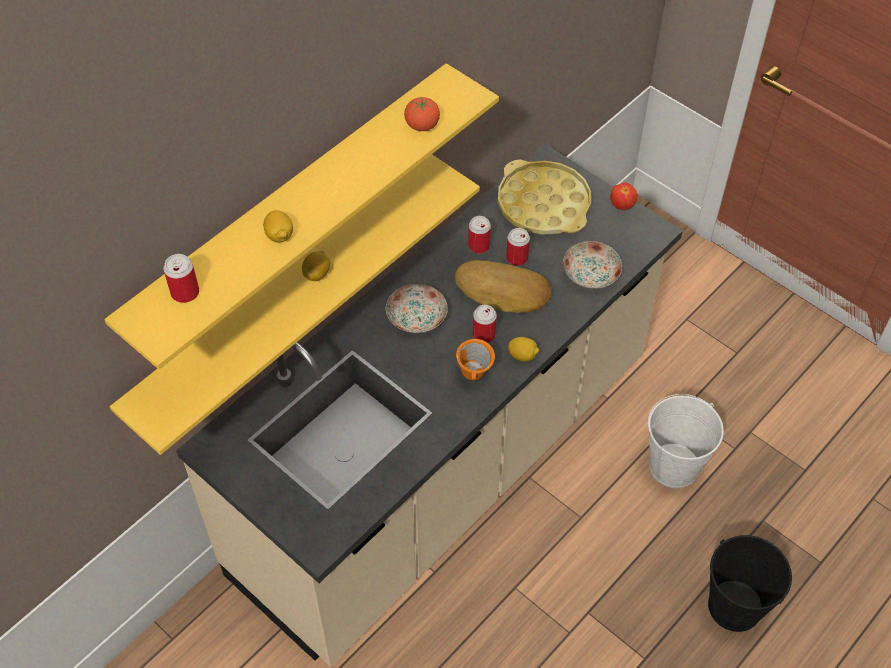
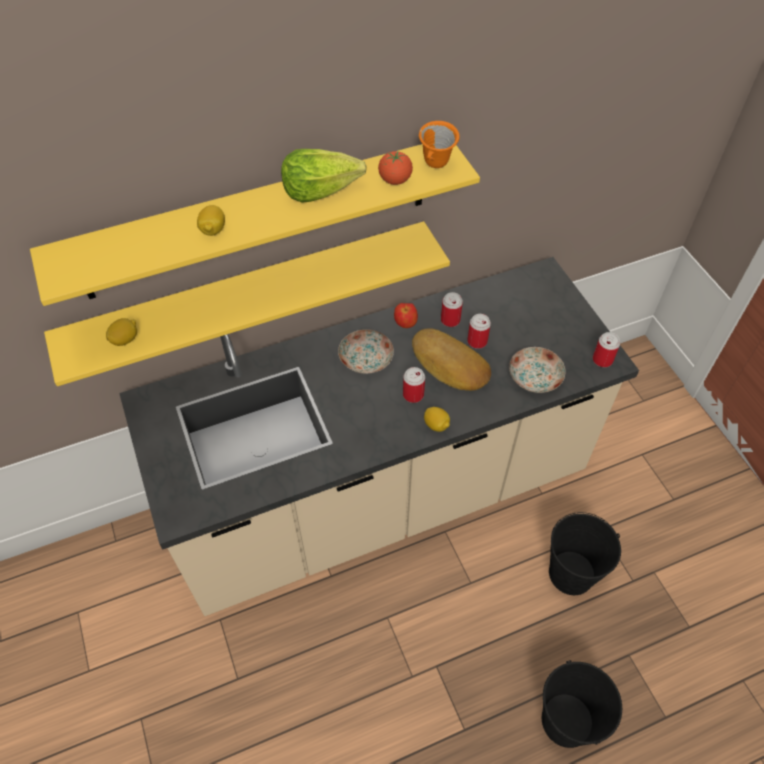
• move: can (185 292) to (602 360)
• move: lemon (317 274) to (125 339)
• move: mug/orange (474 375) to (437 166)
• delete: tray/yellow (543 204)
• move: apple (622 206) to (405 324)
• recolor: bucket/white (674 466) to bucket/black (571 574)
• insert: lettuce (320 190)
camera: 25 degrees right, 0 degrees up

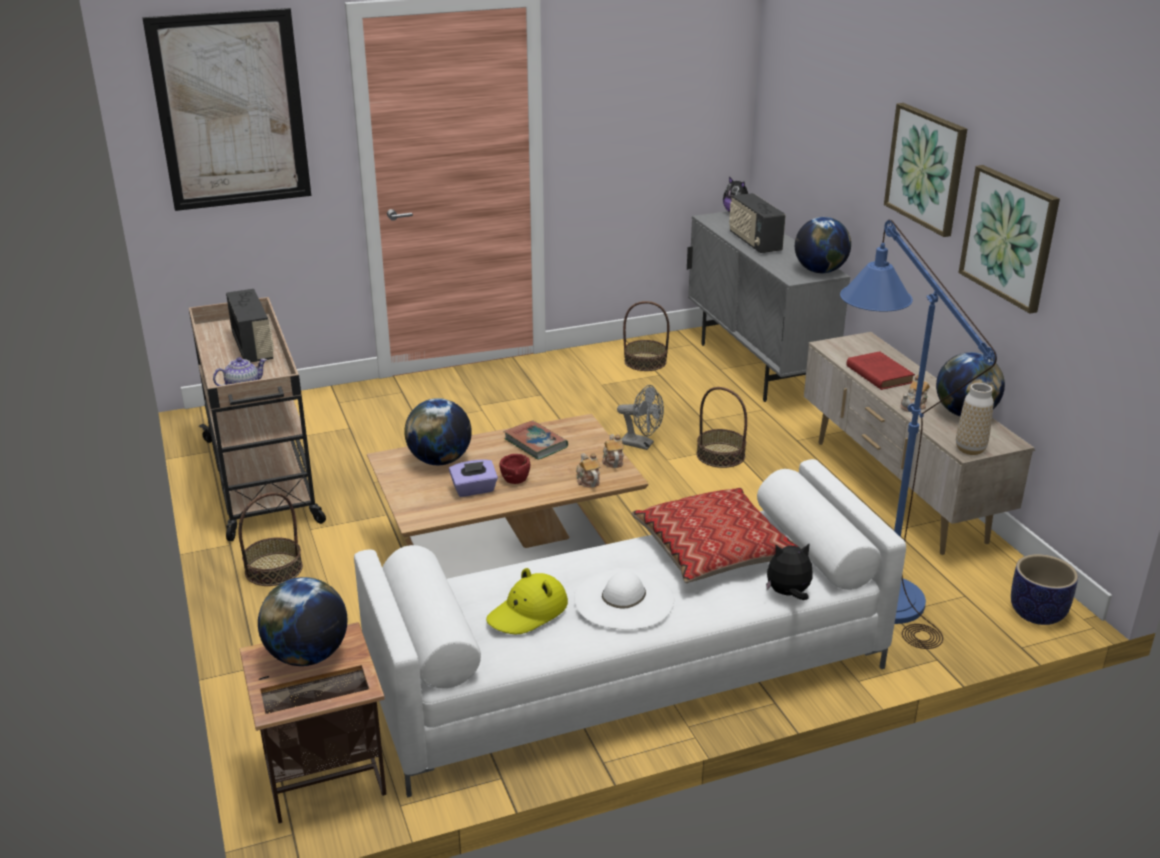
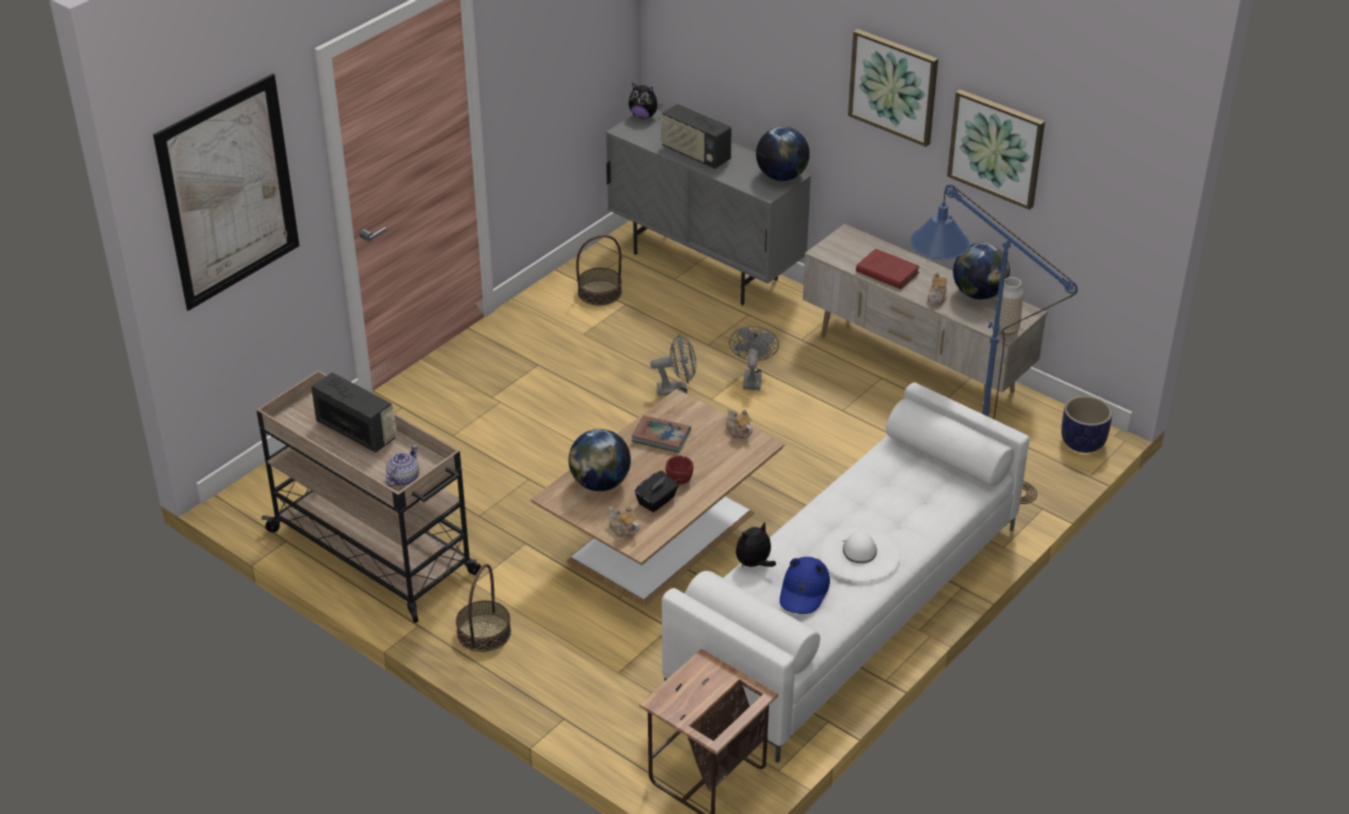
• delete: globe (307 656)
• recolor: tissue box/purple (474 490) to tissue box/black (657 501)
• recolor: hat/yellow (528 612) to hat/blue (804 591)
• move: teapot (587 480) to (623 530)
• delete: pillow (713 549)
• replace: basket (720 455) to fan/grey (752 378)
• move: plush toy (788 594) to (754 564)
camera: 30 degrees left, 10 degrees up

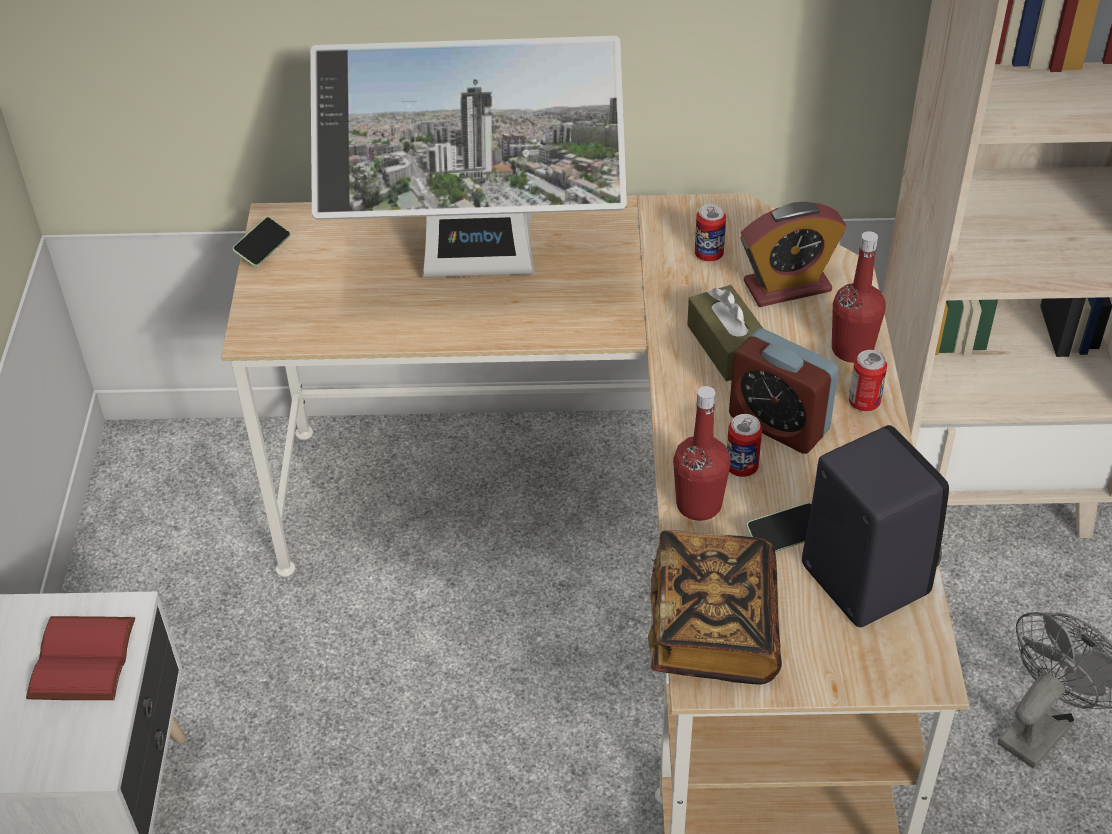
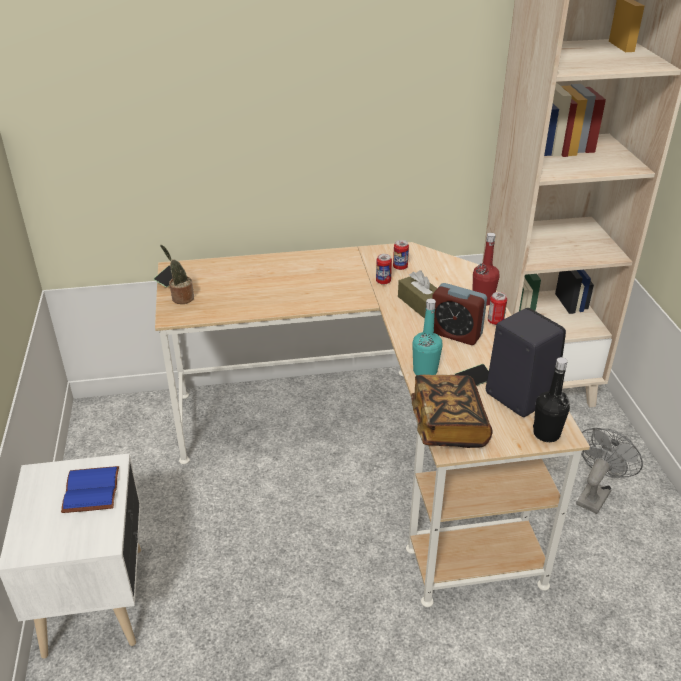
• recolor: book/red (80 658) to book/blue (89 490)
• delete: monitor (478 272)
• recolor: bottle/red (698 504) to bottle/turquoise (425 371)
• move: can (741 467) to (383 281)
• delete: alarm clock (787 286)
• insert: potted plant (181 298)
• insert: bottle/black (546 434)
camera: 10 degrees left, 10 degrees down

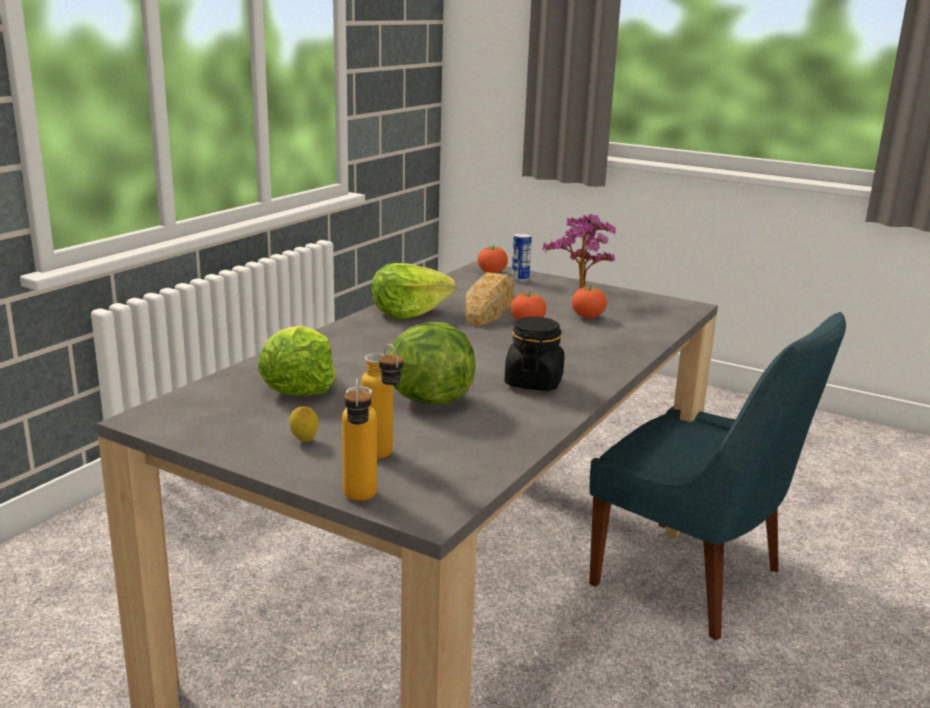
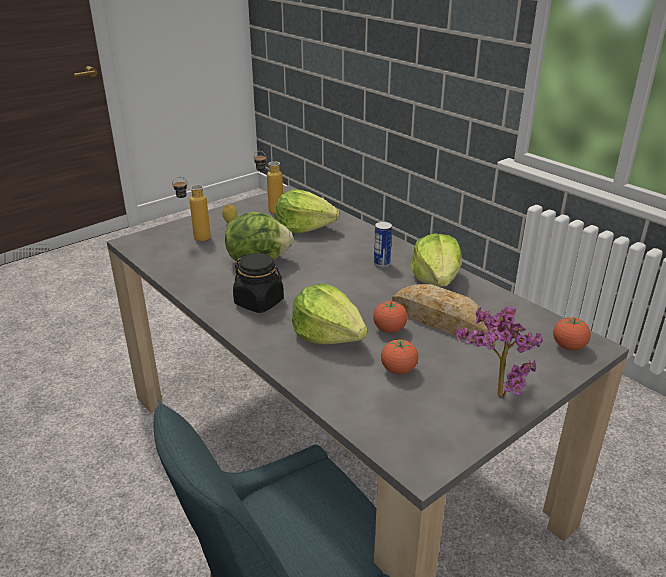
• move: bottle (359 501) to (270 211)
• move: can (520 280) to (381 264)
• insert: lettuce (328 335)
camera: 110 degrees right, 10 degrees up

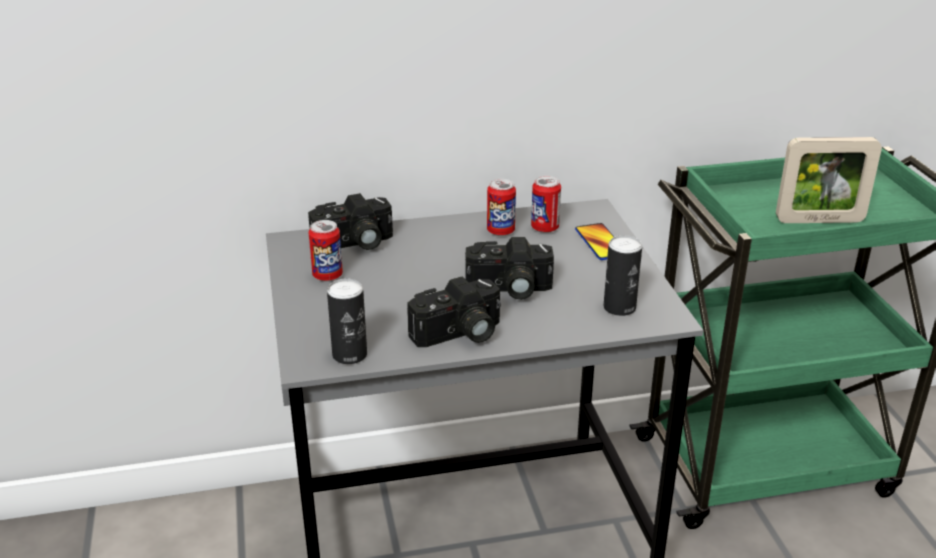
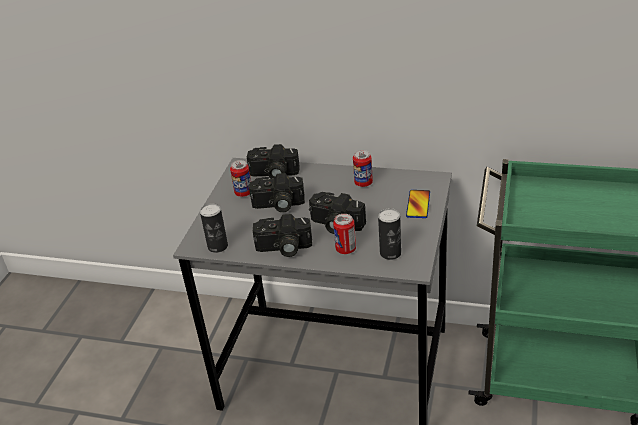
• move: can (545 228) to (346 249)
• delete: picture frame (819 220)
• insert: photo camera (278 205)
camera: 30 degrees right, 5 degrees up

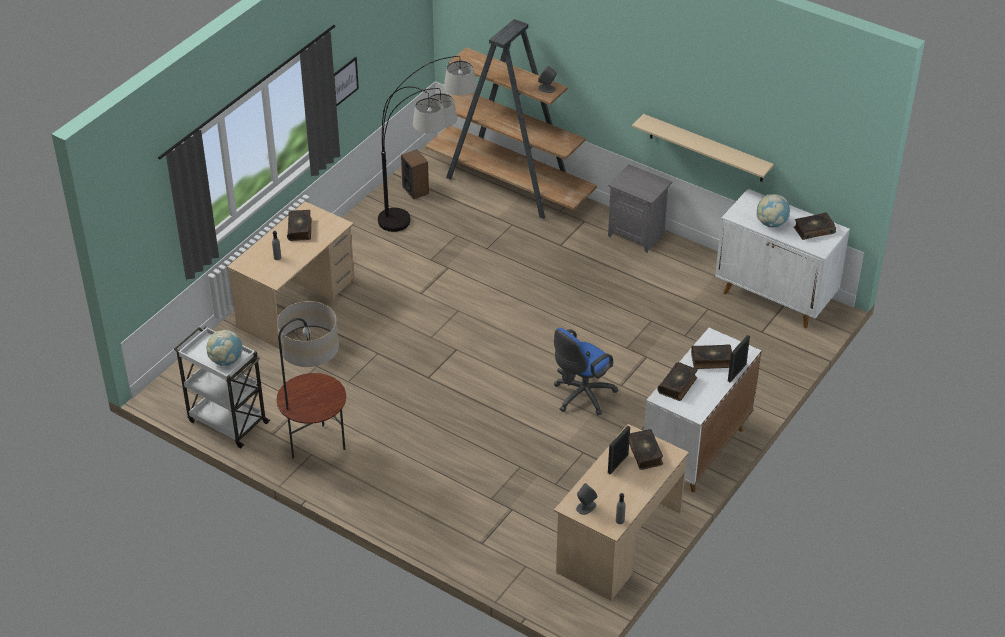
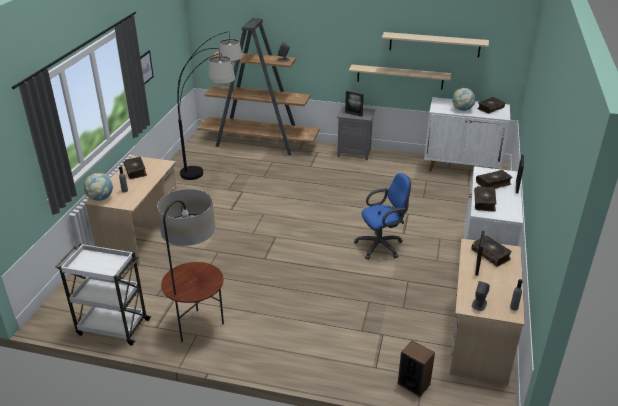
• move: globe (226 360) to (100 198)
• move: speaker (415 190) to (413 384)
• rotate: office chair/blue (581 396) = (382 246) 135 degrees counterclockwise
• insert: picture frame (353 114)
• insert: shelf/beige (434 44)
camera: 20 degrees left, 10 degrees down

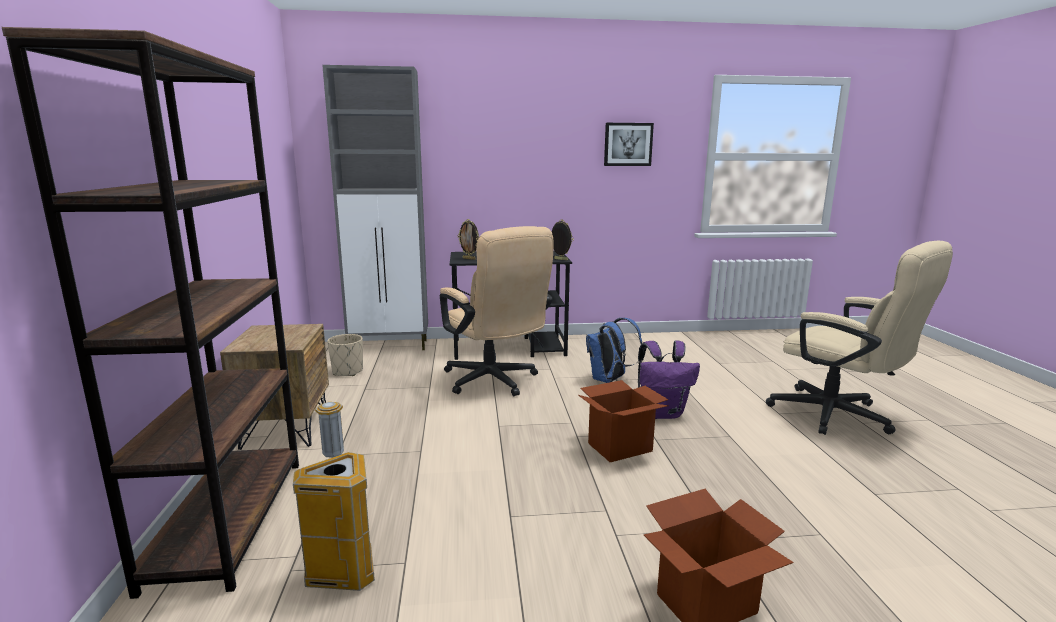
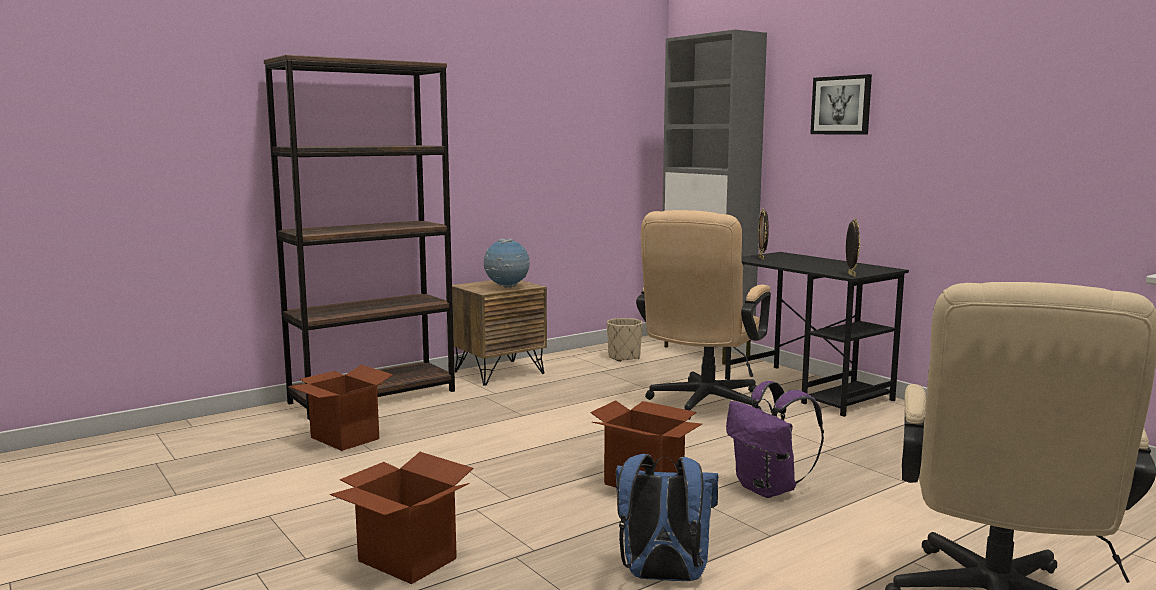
• replace: trash can (342 574) to cardboard box (344 438)
• move: backpack/blue (609 380) to (662 577)
• move: picture (628 144) to (841 105)
• insert: globe (507 287)
camera: 60 degrees right, 5 degrees down

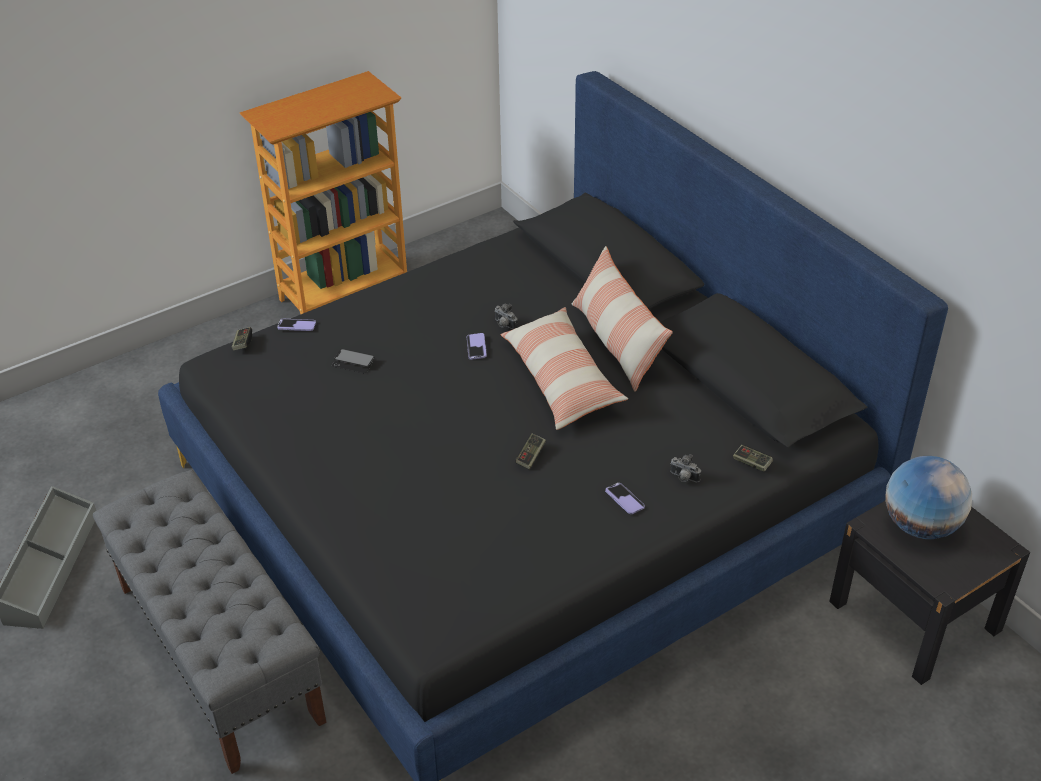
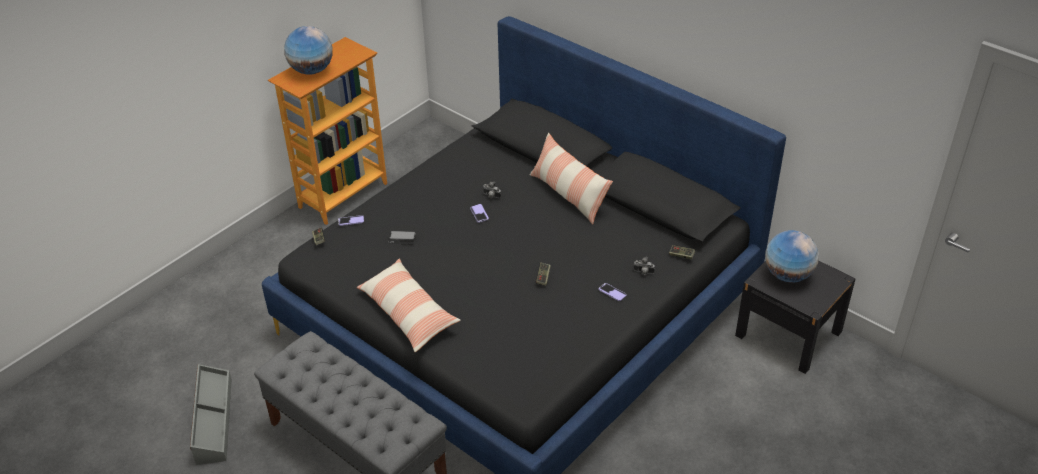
• move: pillow (561 380) to (408 313)
• insert: globe (311 70)
camera: 15 degrees left, 0 degrees up

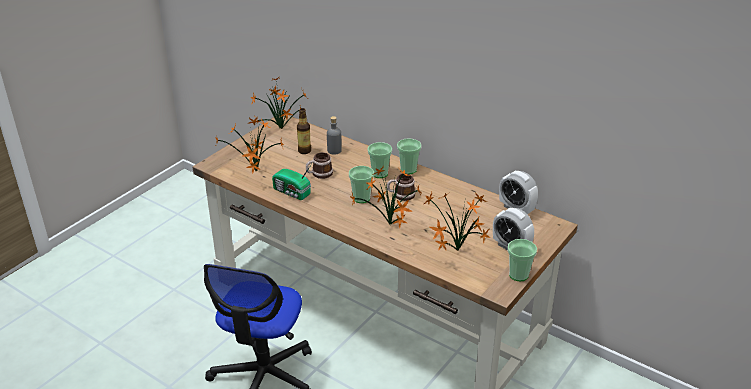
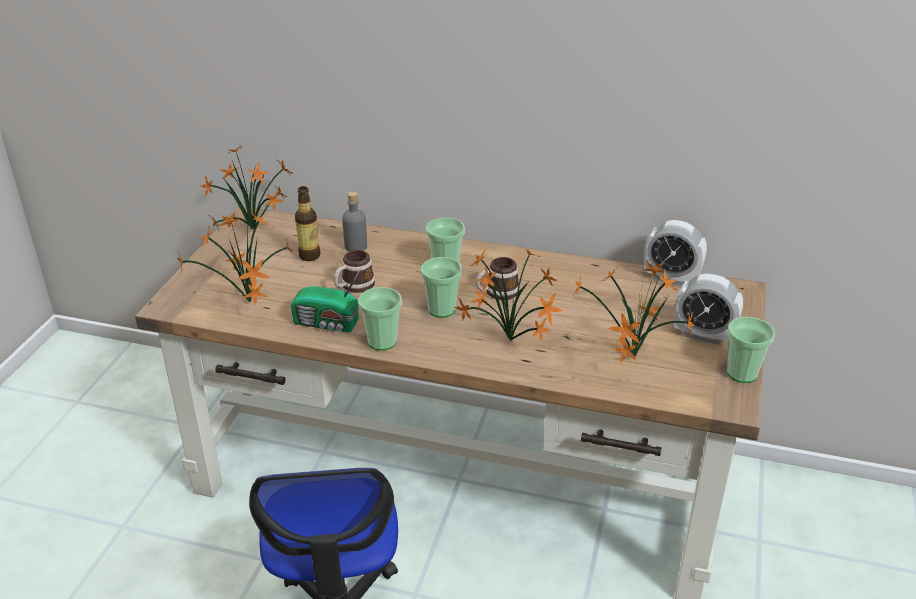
• move: cup (408 169) to (382 341)
camera: 20 degrees left, 0 degrees up

